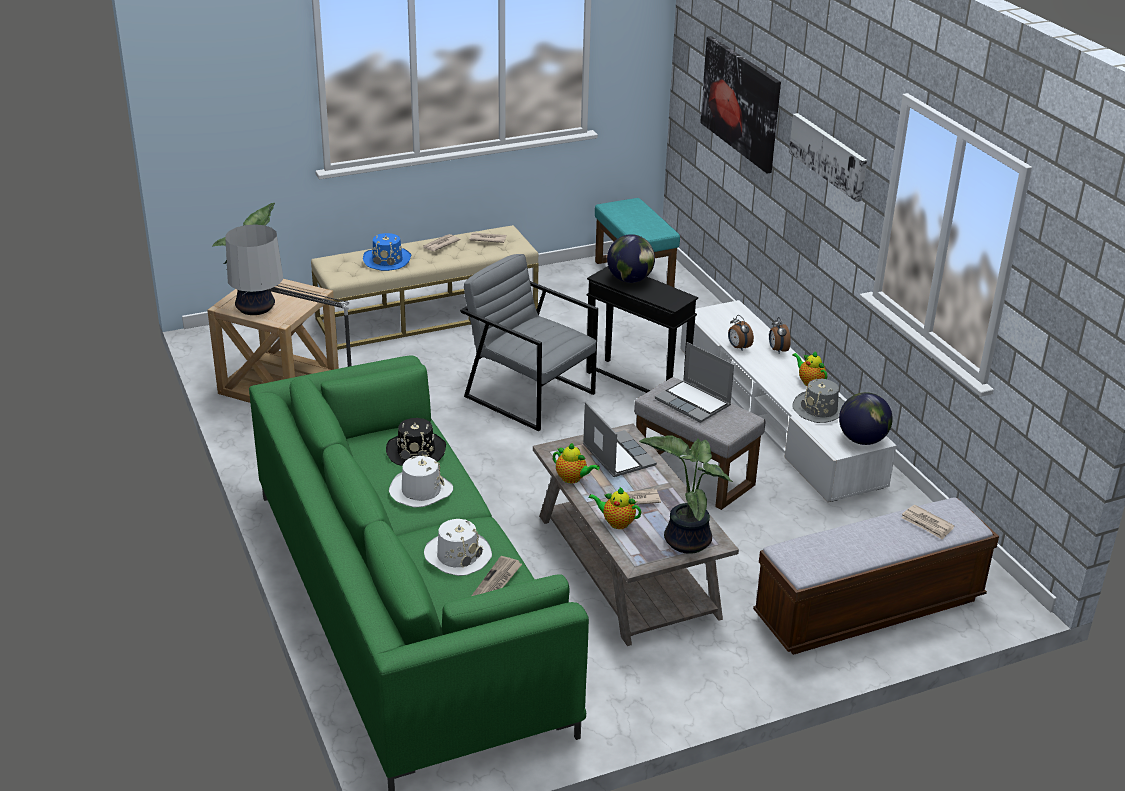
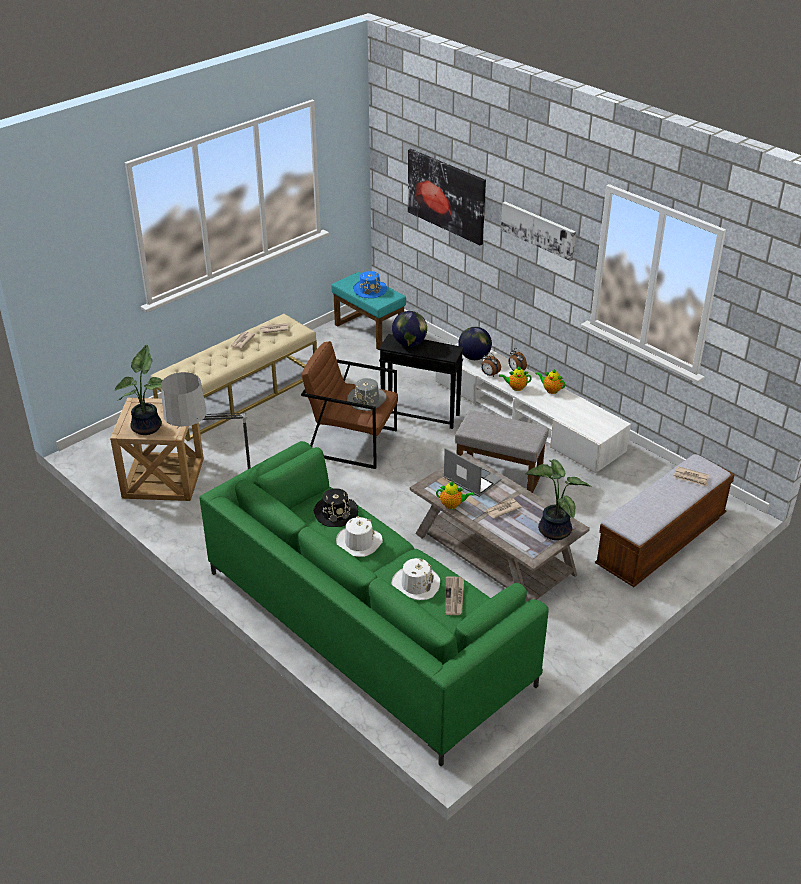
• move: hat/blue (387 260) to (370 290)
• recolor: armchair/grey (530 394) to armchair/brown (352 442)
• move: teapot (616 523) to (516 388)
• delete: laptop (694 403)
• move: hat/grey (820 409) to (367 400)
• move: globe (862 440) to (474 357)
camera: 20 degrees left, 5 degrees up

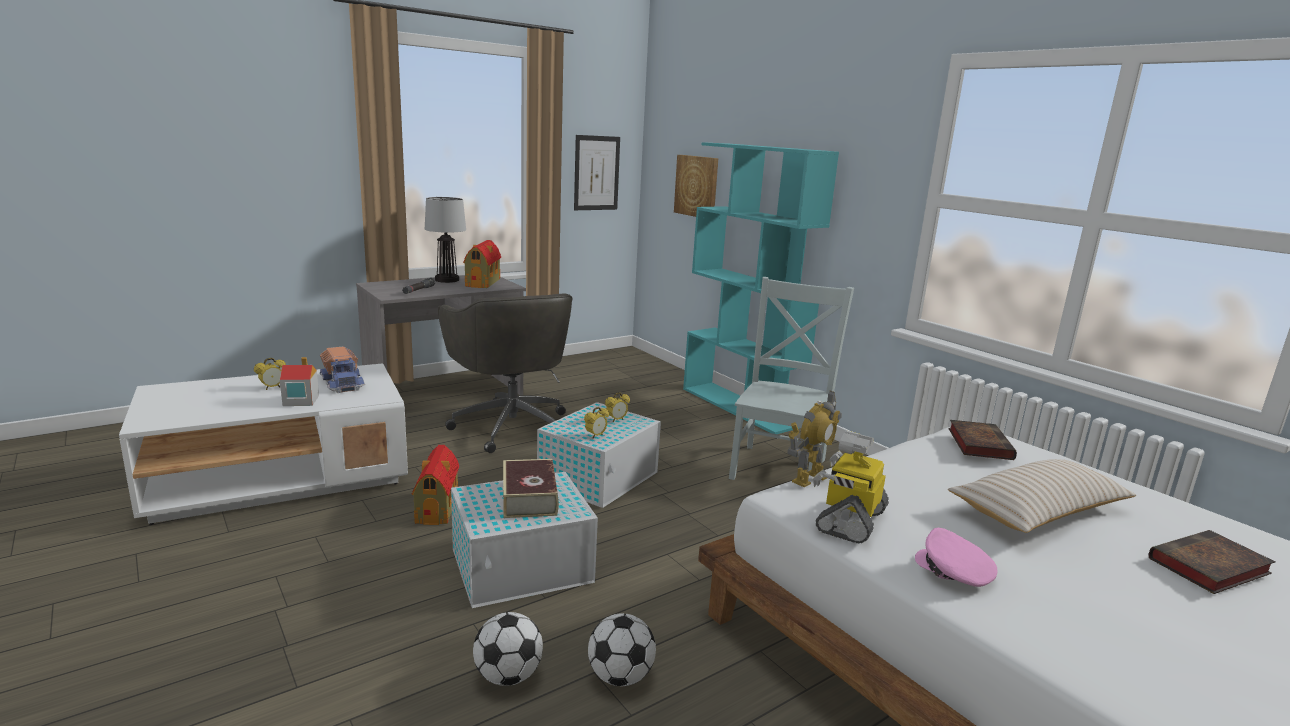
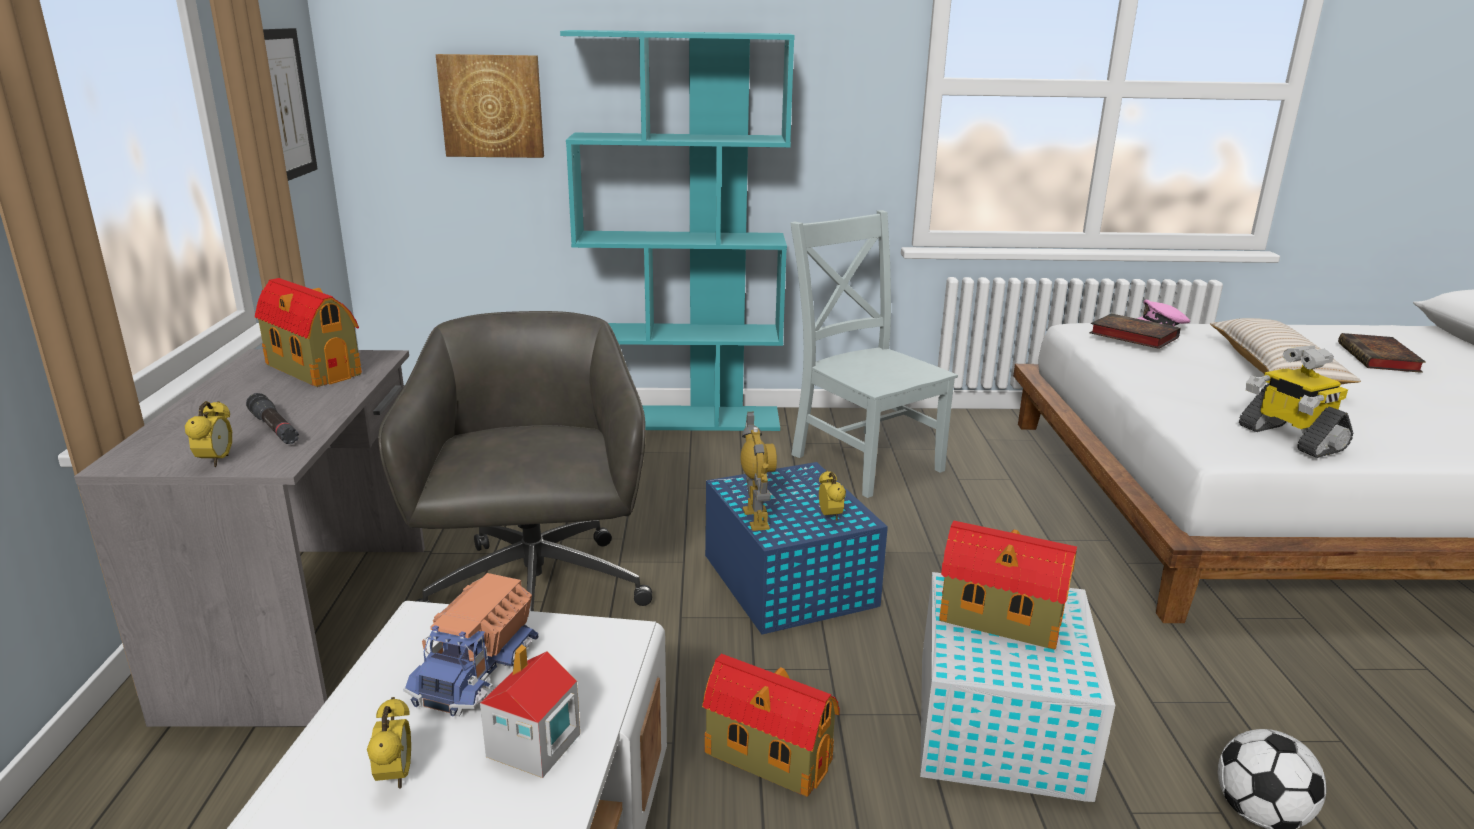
• rotate: toy truck (343 383) = (477 669) 105 degrees clockwise
• delete: table lamp (446 280)
• rotate: office chair/grey (511 426) = (535 596) 105 degrees counterclockwise
• replace: book (529 497) to toy house (1003 621)
• recolor: storage box/white (599 477) to storage box/blue (788 579)
• delete: football (620 676)
• move: alarm clock (616 420) to (216 461)
• move: toy robot (809 479) to (756 518)
• move: cap/pink (953 571) to (1162 324)
camera: 55 degrees left, 5 degrees up

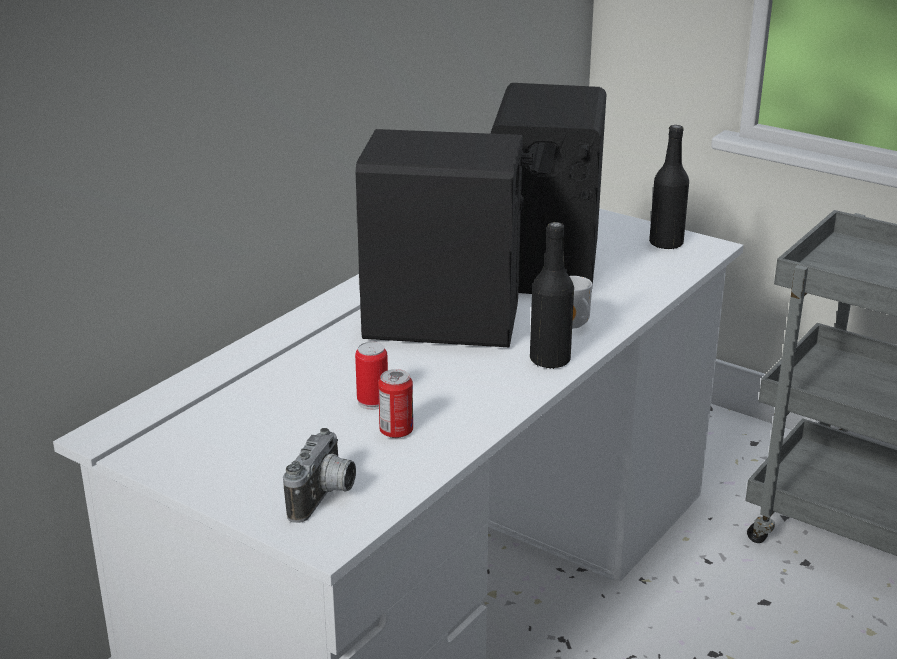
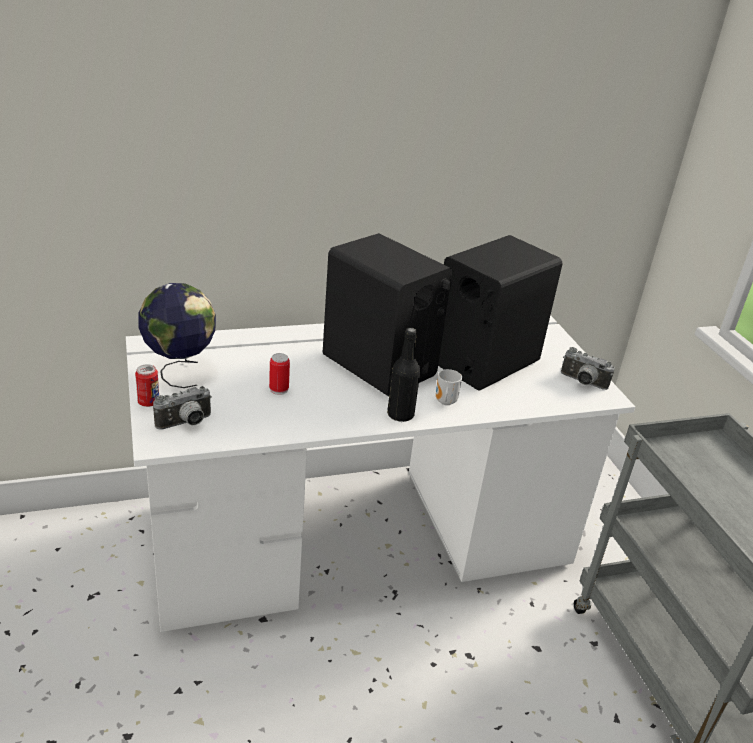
• move: can (396 432) to (148 402)
• replace: bottle/black (666 244) to photo camera (582 382)
• insert: globe (180 370)
camera: 35 degrees right, 5 degrees up

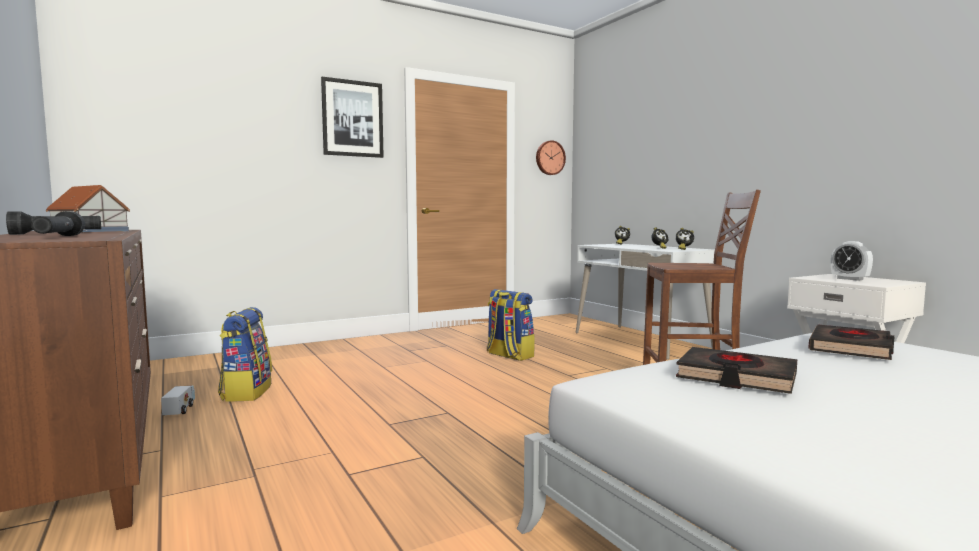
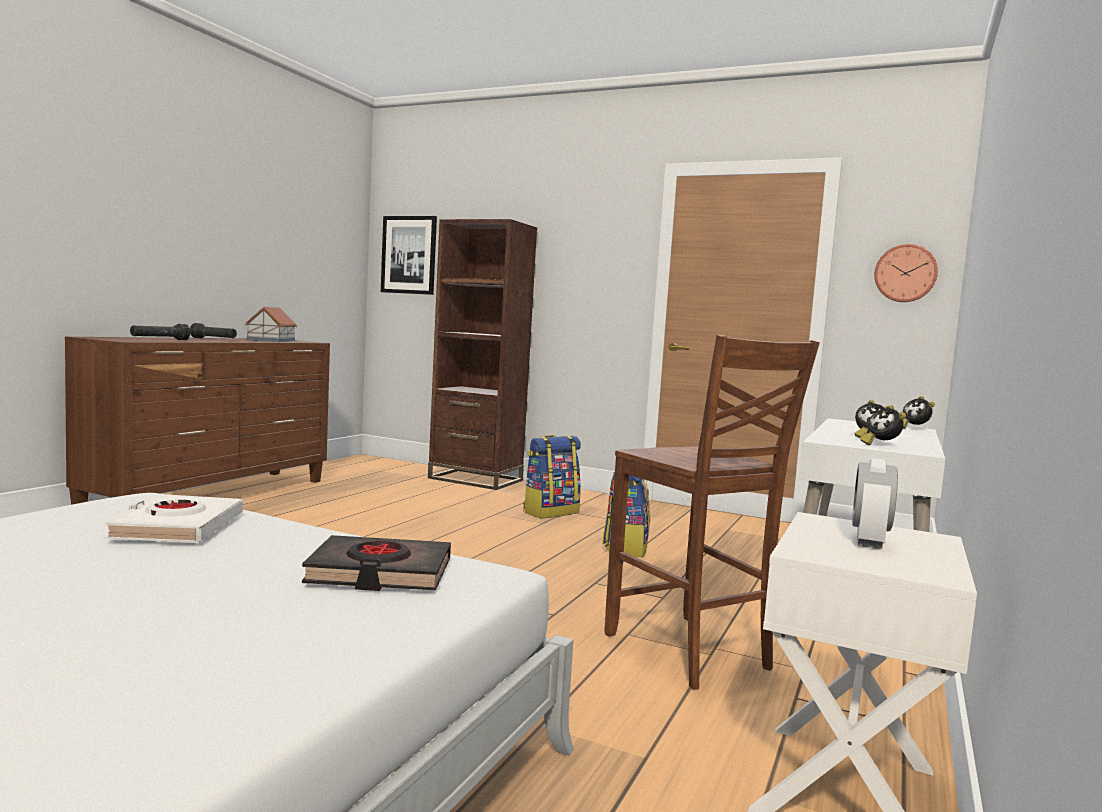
• delete: toy truck (179 409)
• move: backpack (246 392) to (550 512)
• move: picture (352 118) to (409 255)
• recolor: book/black (736 377) to book/white (177 528)
• insert: bookcase/brown (475 479)
camera: 55 degrees right, 0 degrees up

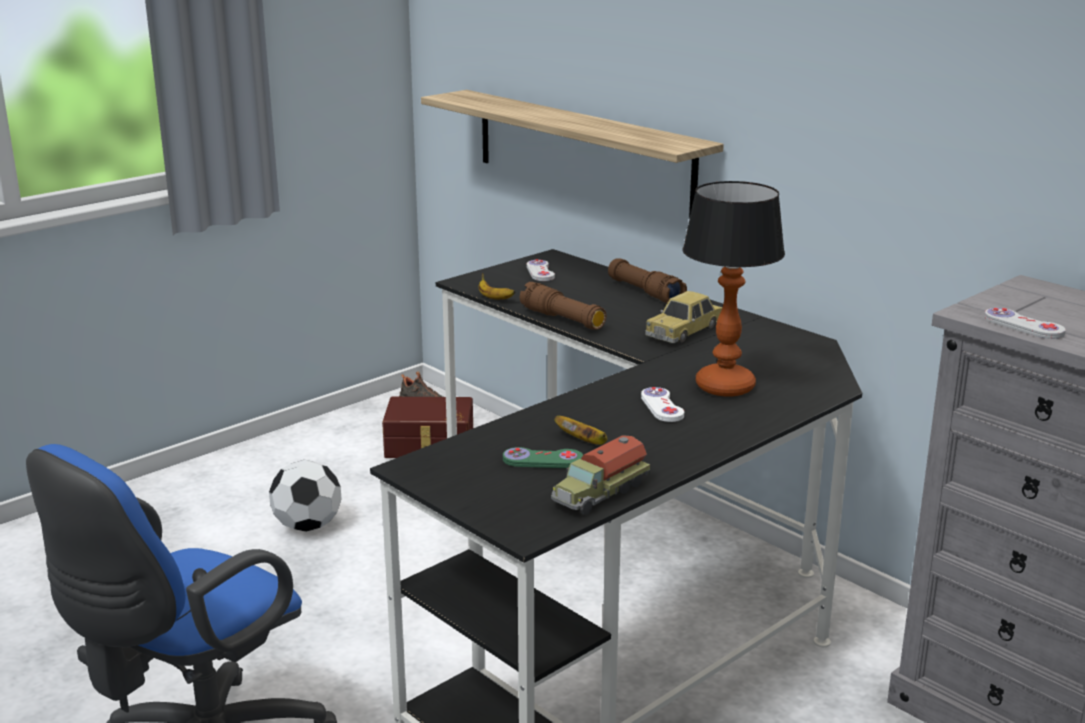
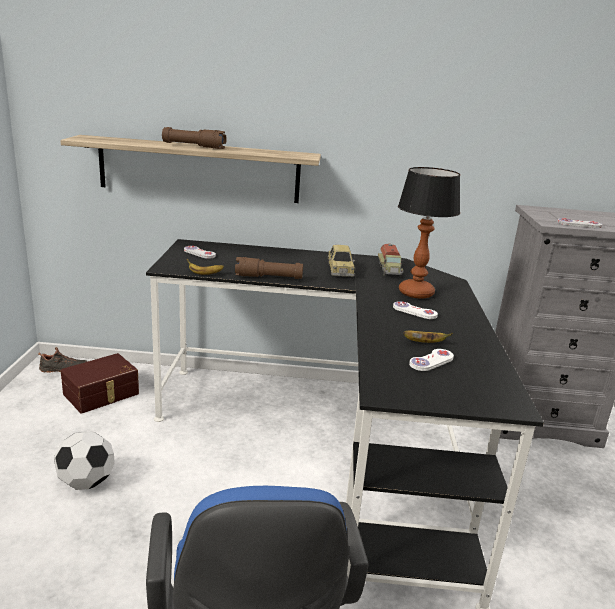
• recolor: game controller/green (542 460) to game controller/white (431 361)
• move: toy truck (599 493) to (389 270)
• move: flashlight/brown (645 292) to (194 146)
camera: 45 degrees left, 0 degrees up

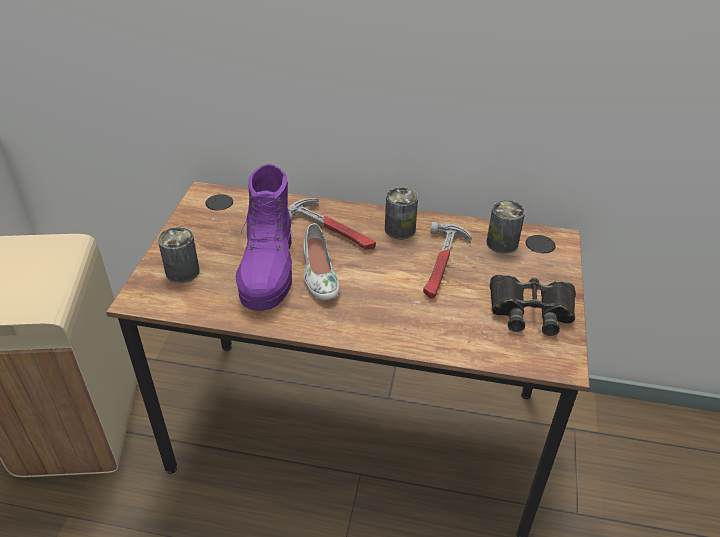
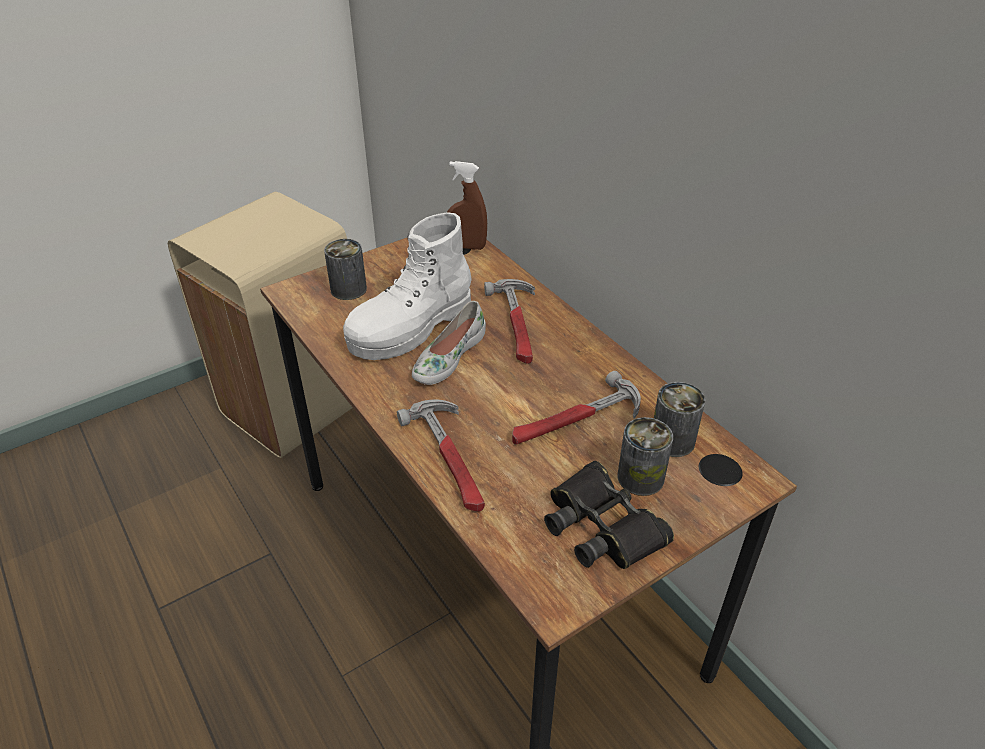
• recolor: boot/purple (268 271) to boot/white (411 328)
• move: can (400 229) to (640 477)
• insert: hammer (451 458)
• insert: spray bottle/brown (467 246)
camera: 45 degrees right, 0 degrees up

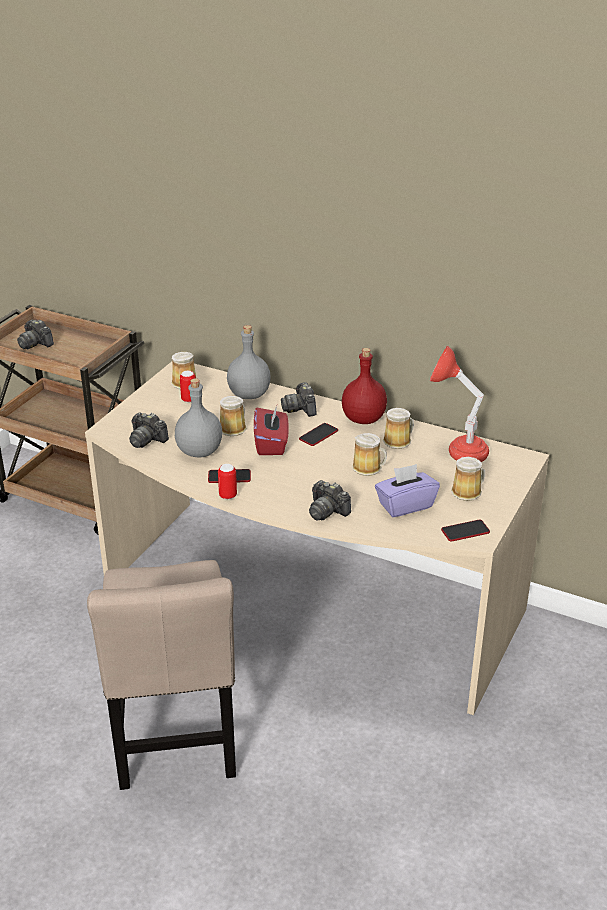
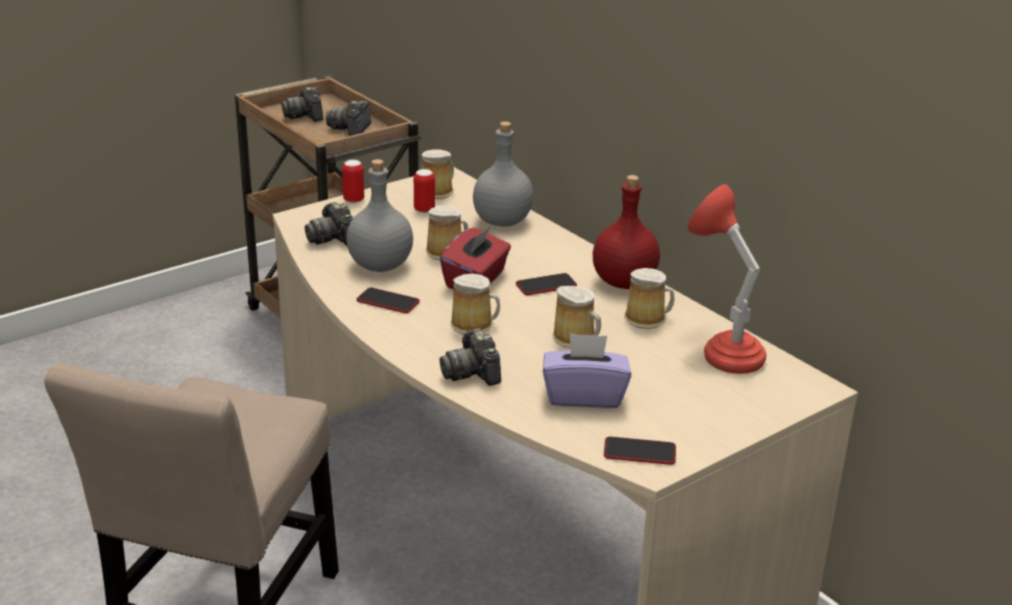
• move: can (228 495) to (353 200)
• move: photo camera (300 408) to (351 129)
• move: mug (468 492) to (474 325)
camera: 25 degrees right, 5 degrees down

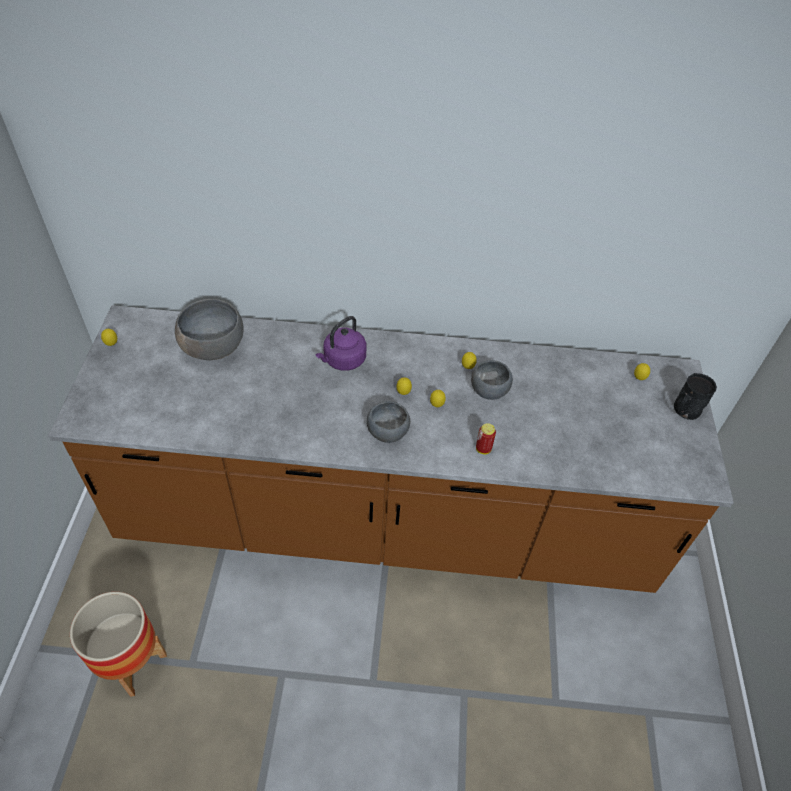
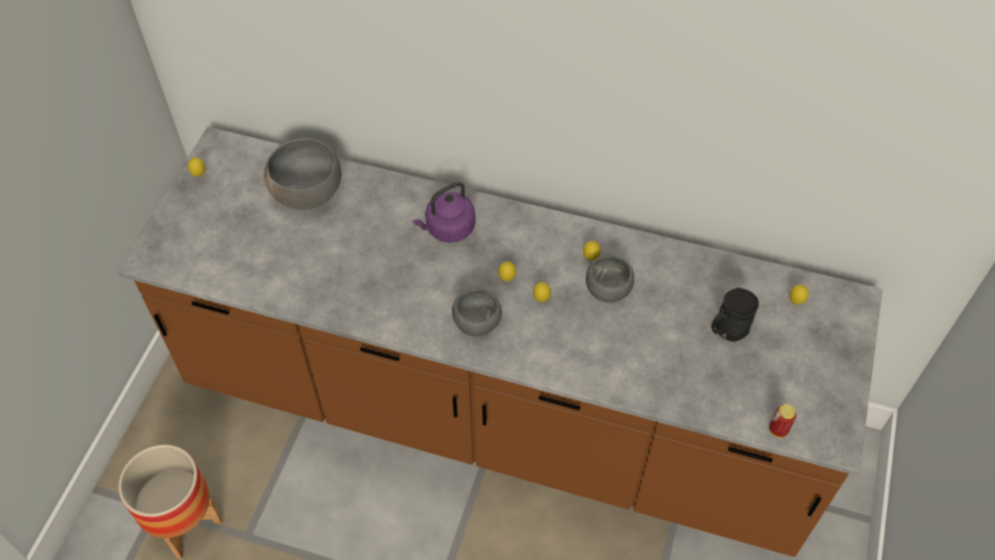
• move: can (483 449) to (778 430)
• move: mug/black (685 410) to (727 329)
camera: 15 degrees right, 5 degrees up

